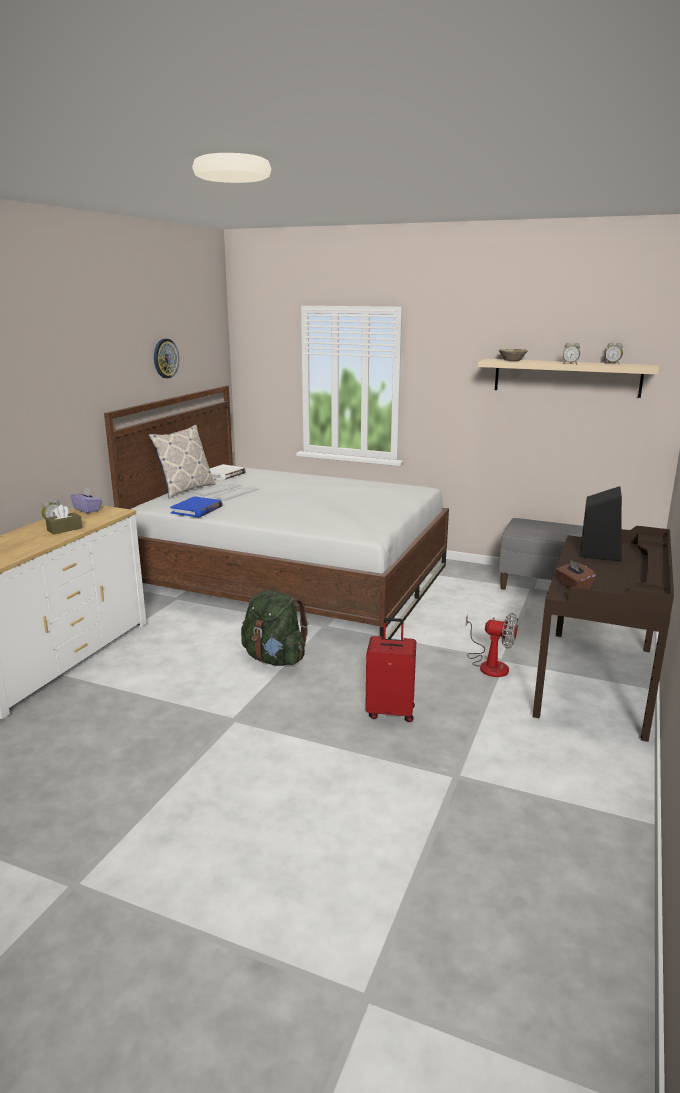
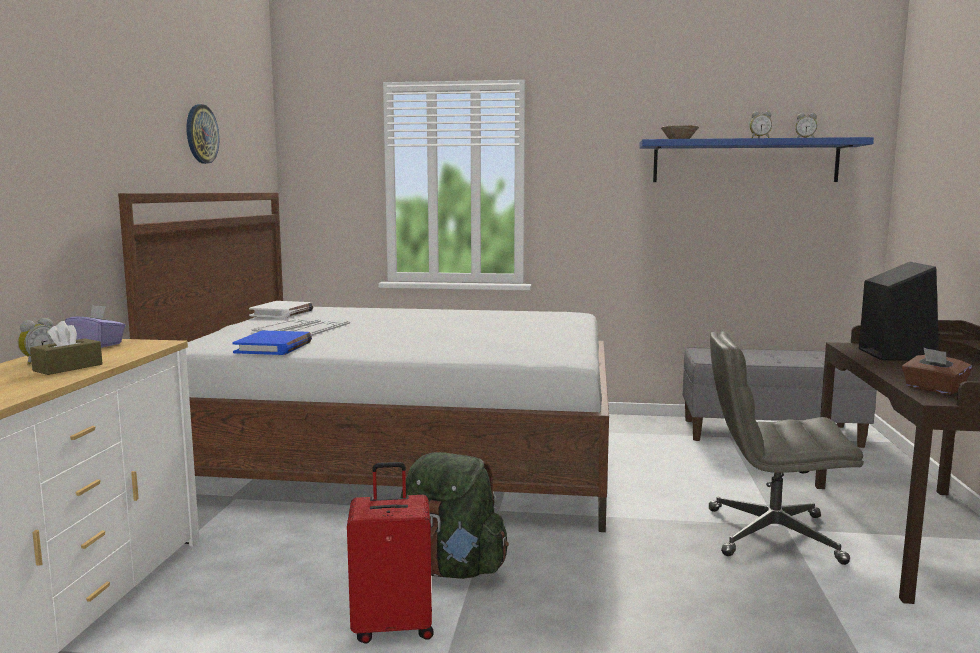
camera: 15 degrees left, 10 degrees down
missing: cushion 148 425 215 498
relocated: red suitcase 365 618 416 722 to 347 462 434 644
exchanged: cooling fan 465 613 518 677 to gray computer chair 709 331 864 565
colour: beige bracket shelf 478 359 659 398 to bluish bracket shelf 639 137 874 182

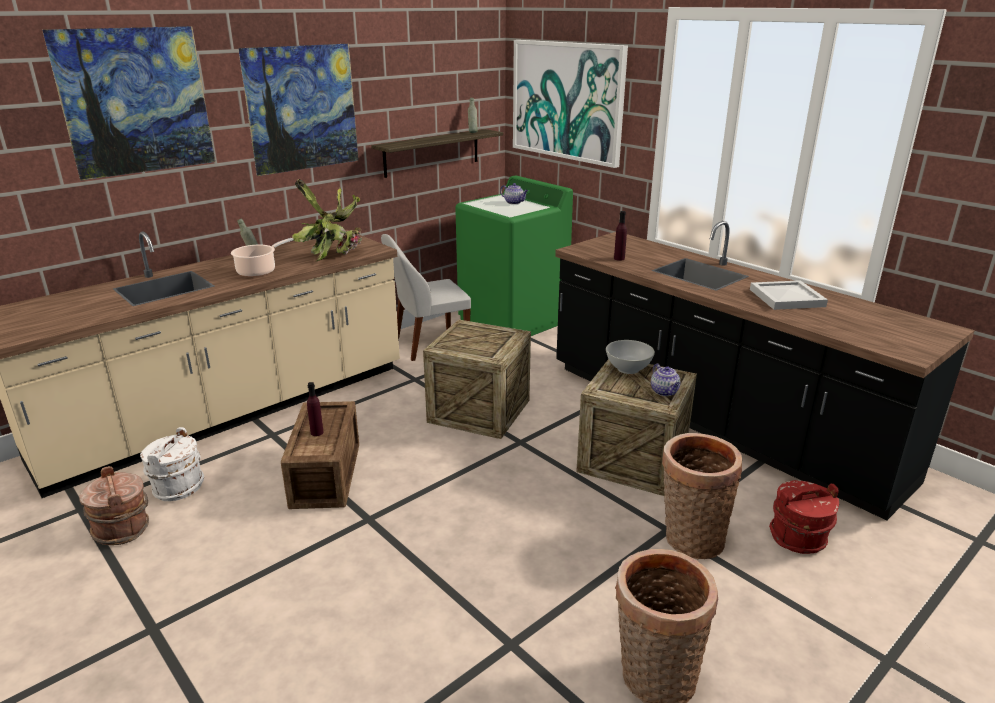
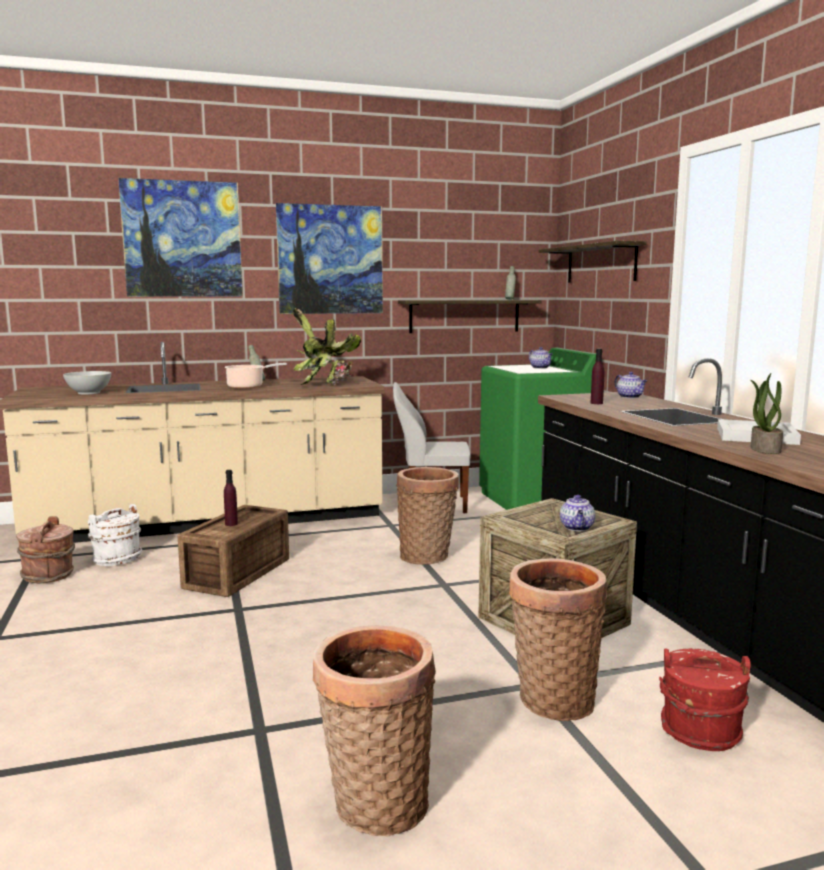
camera: 25 degrees right, 15 degrees down
appeared: pot for tea 615 372 647 398; potted plant 750 373 783 454
relocated: whitish bowl 606 340 655 374 to 63 371 111 395
exchanged: packing crate 423 320 531 439 to basket 396 467 459 565; picture 513 40 628 168 to bracket shelf 539 241 647 282

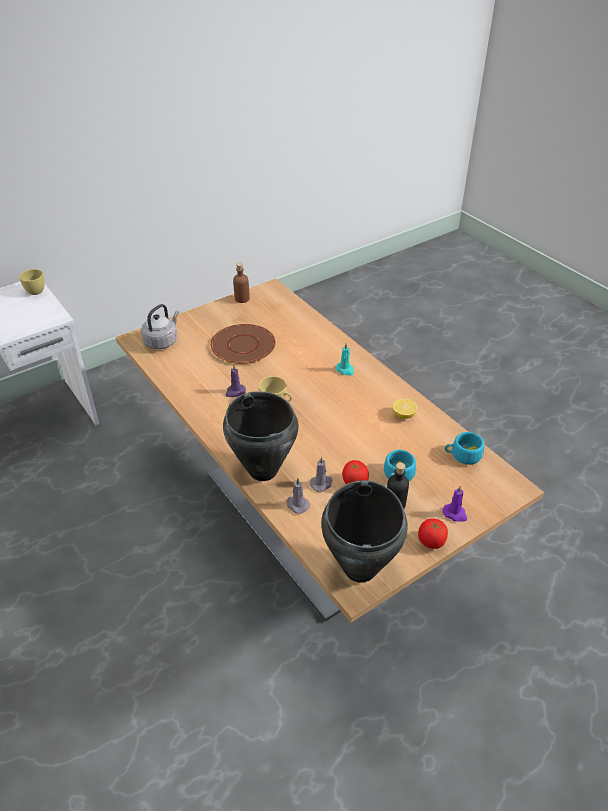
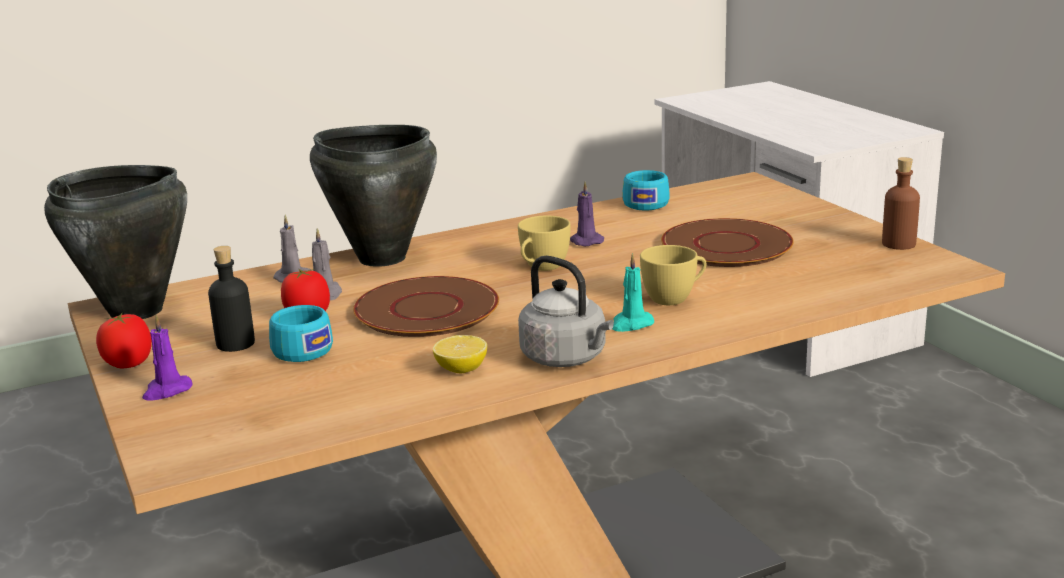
camera: 100 degrees right, 20 degrees down
appeared: brown-coloured flat dish 353 276 499 337
relocated: gray water kettle 141 304 179 349 to 518 256 614 367; turquoise-coloured small cup 445 432 484 465 to 623 170 670 211; yellow small cup 19 269 45 295 to 640 245 706 305

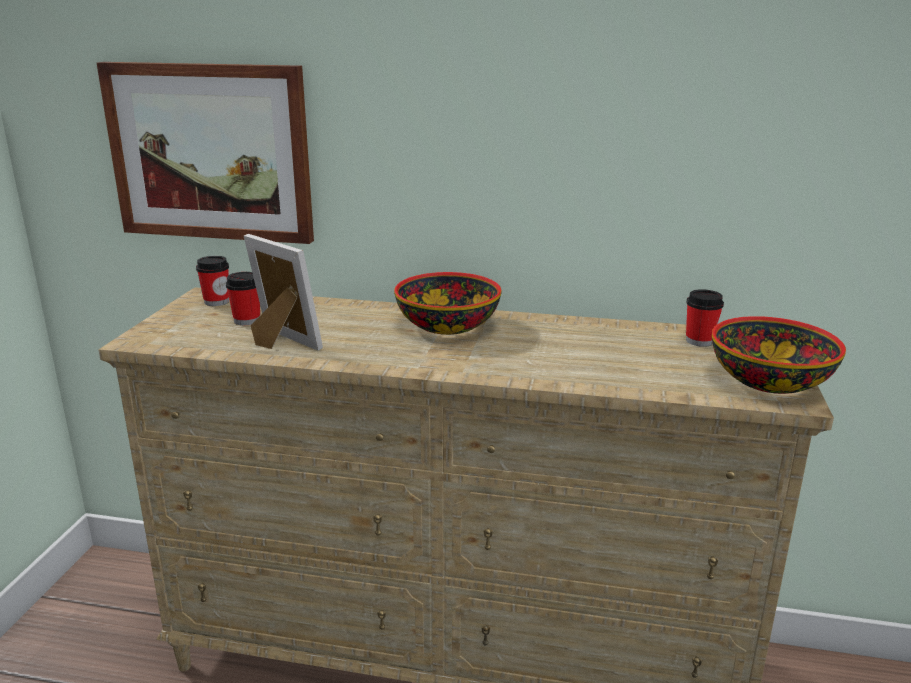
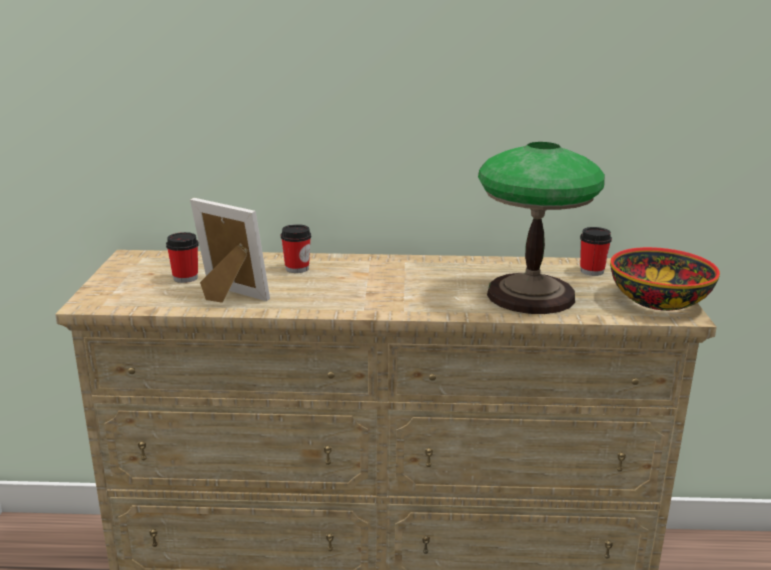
camera: 10 degrees left, 0 degrees up
missing: picture 97 62 314 244; bowl 394 272 501 335
appeared: lamp for a table 478 142 605 314
relocated: small cup 196 256 229 306 to 281 224 311 273

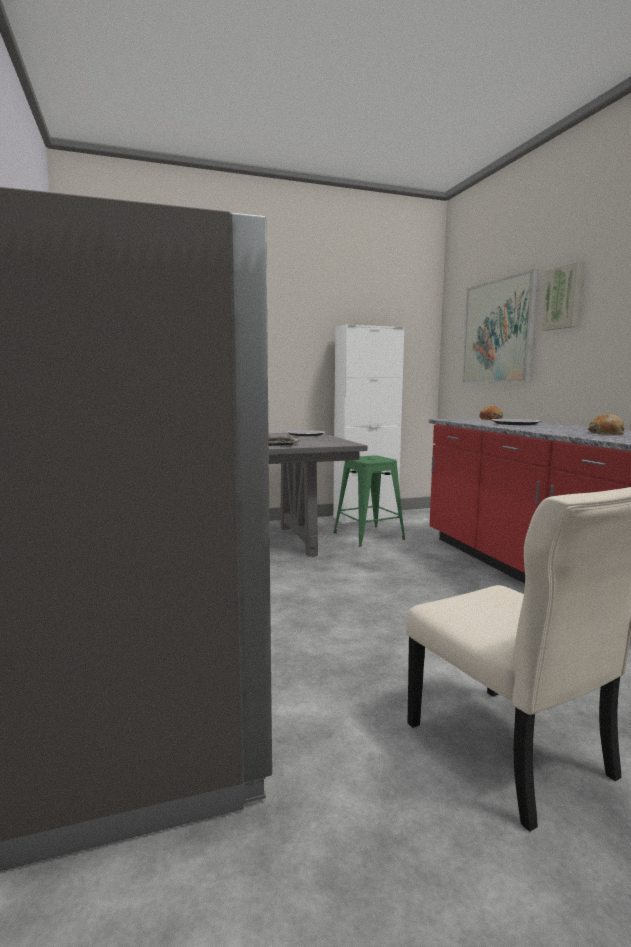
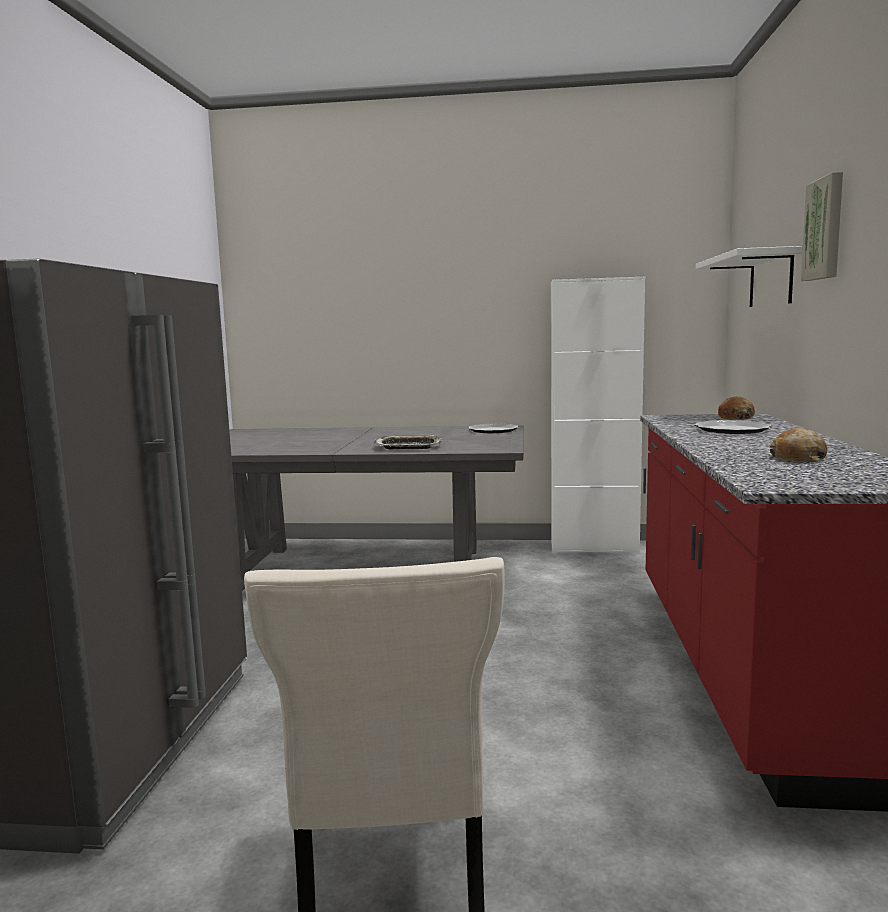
camera: 25 degrees right, 0 degrees up
missing: greenish stool seat 334 455 405 547
exchanged: picture 462 269 538 383 to whitish bracket shelf 696 246 802 307

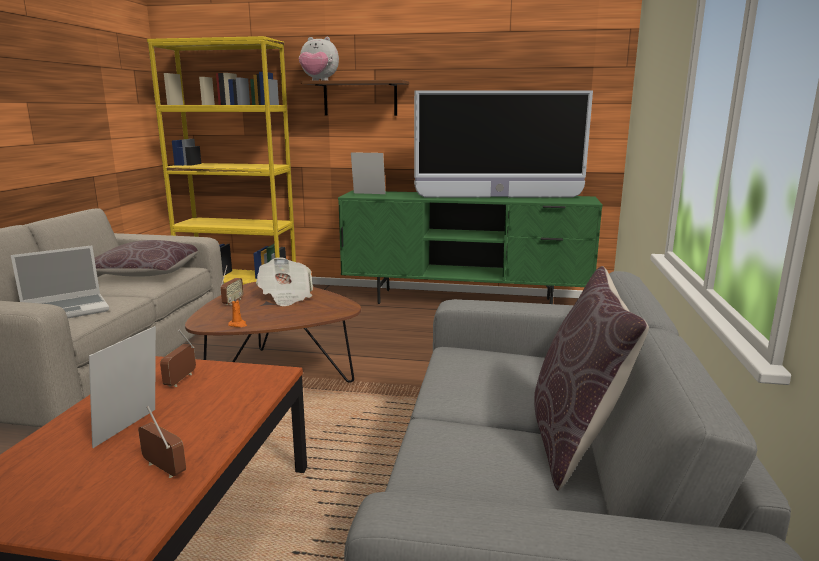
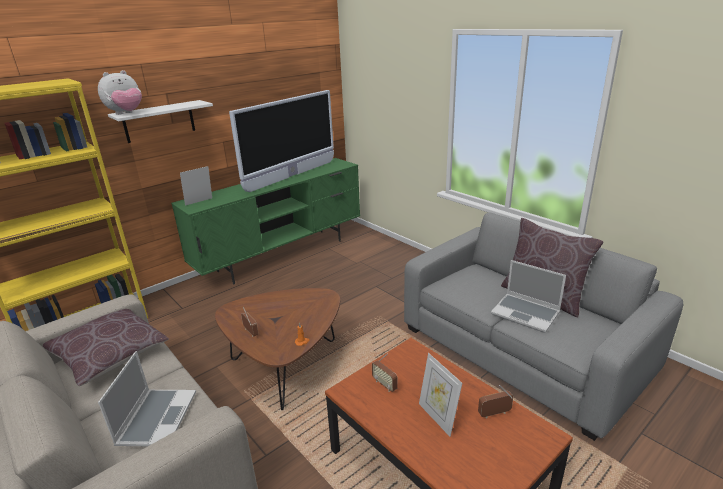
camera: 50 degrees left, 10 degrees up
missing: daily paper 256 257 313 306
appeared: laptop 491 260 566 333
colour: brown-coloured bracket shelf 301 80 409 116 to whitish bracket shelf 108 100 213 143

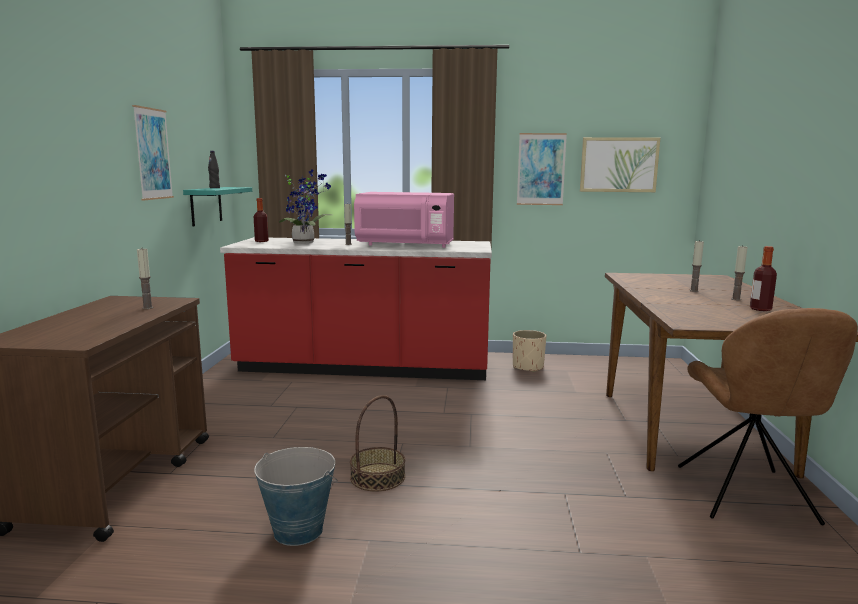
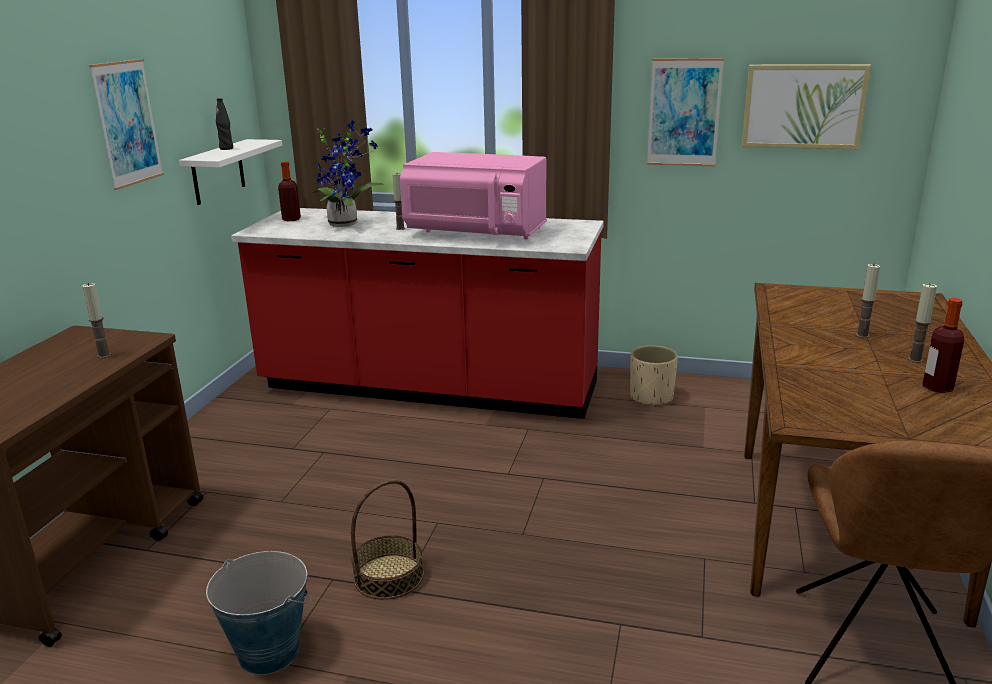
camera: 10 degrees right, 10 degrees up
colour: turquoise-coloured bracket shelf 183 187 252 226 to whitish bracket shelf 179 139 282 205

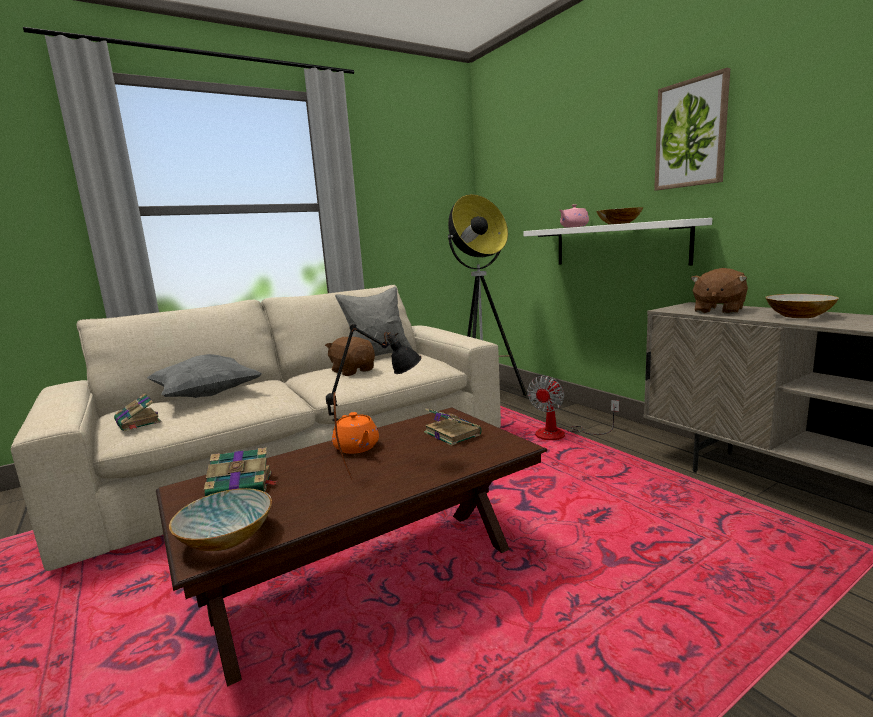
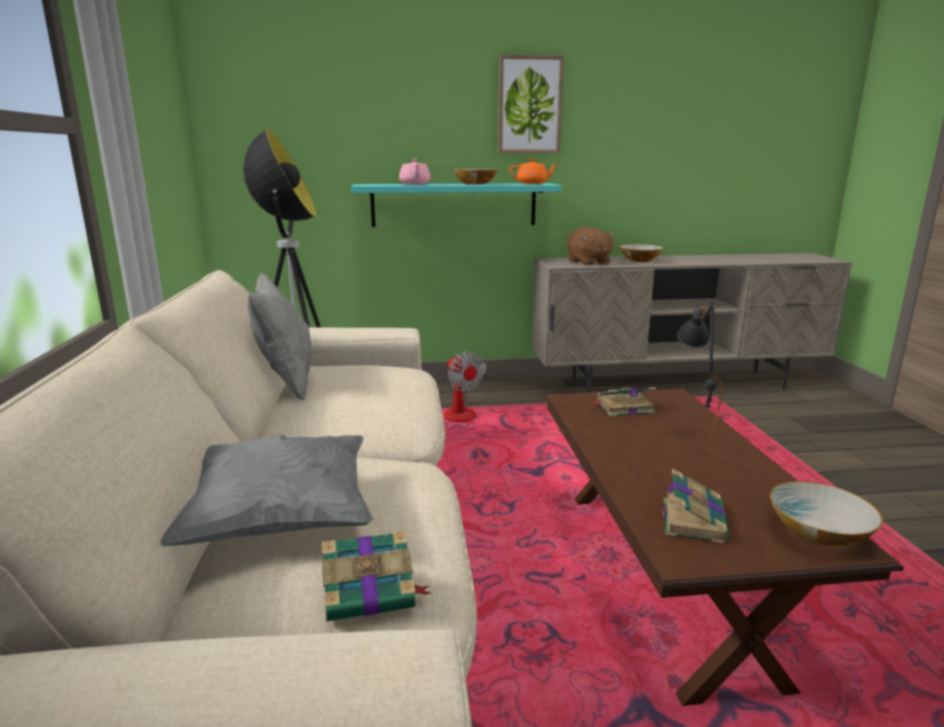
camera: 65 degrees left, 5 degrees up
missing: brown-coloured cuddly toy 325 337 375 376
relocated: orangey pot for tea 332 412 379 454 to 509 158 558 184
colour: whitish bracket shelf 523 218 712 265 to turquoise-coloured bracket shelf 351 183 561 227

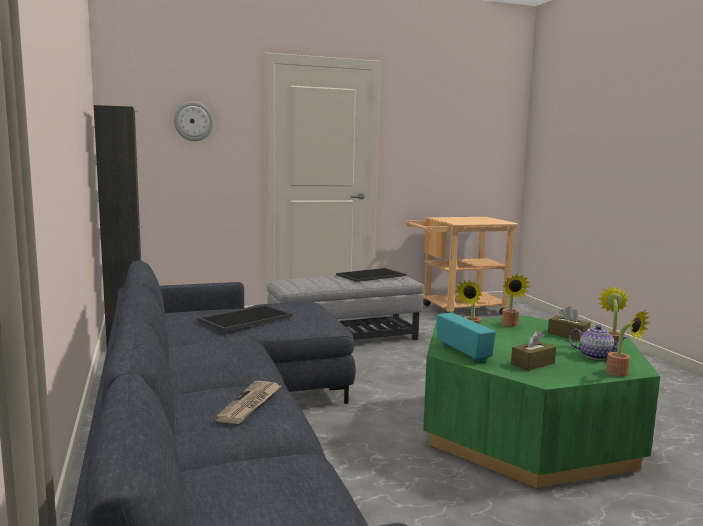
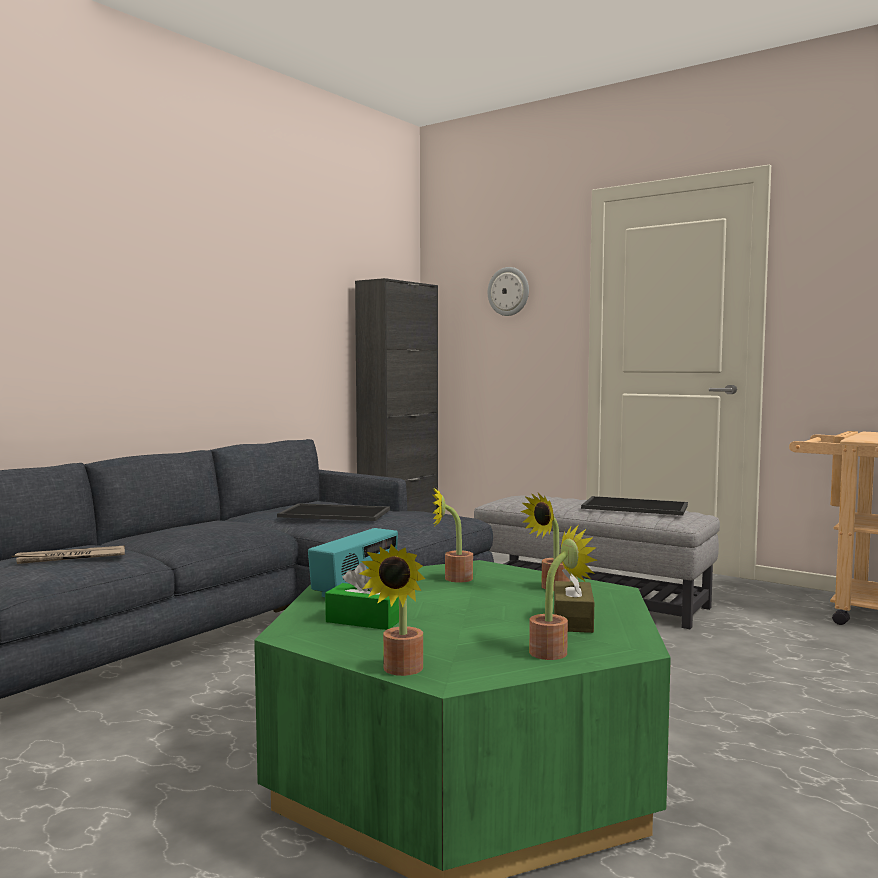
camera: 55 degrees right, 5 degrees down
missing: pot for tea 569 325 628 360
colour: brown-coloured tissue holder 511 330 556 371 to greenish tissue holder 325 563 399 630

